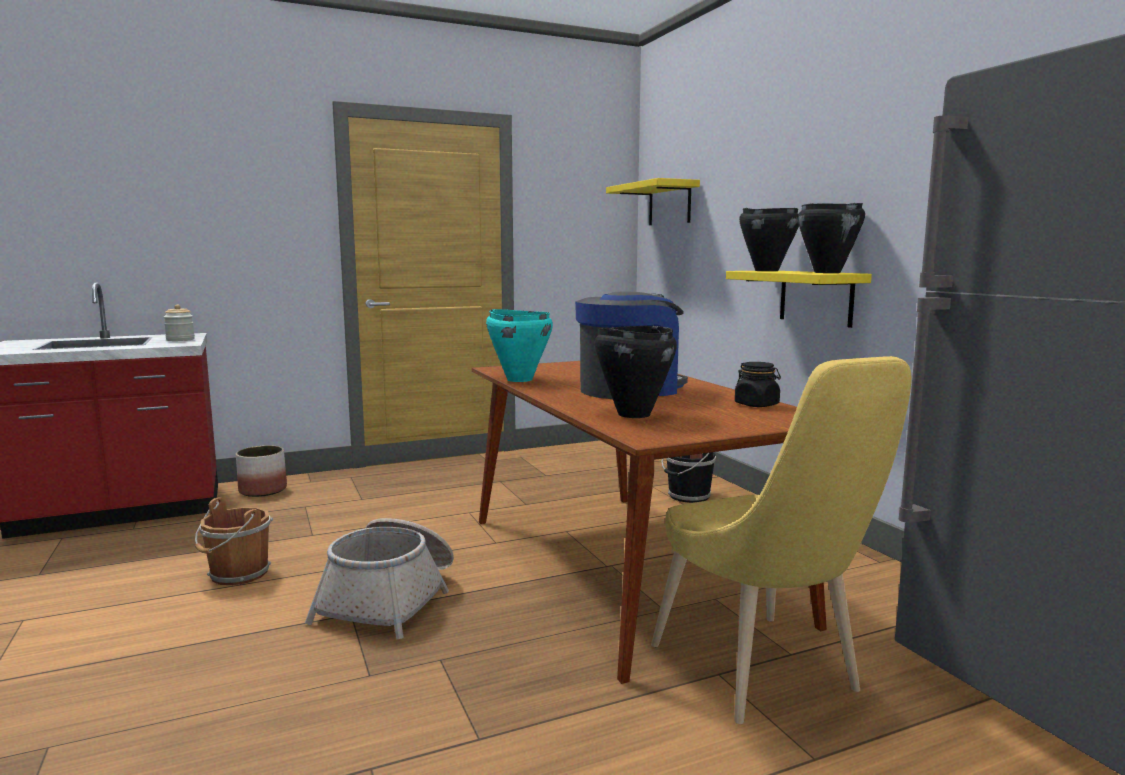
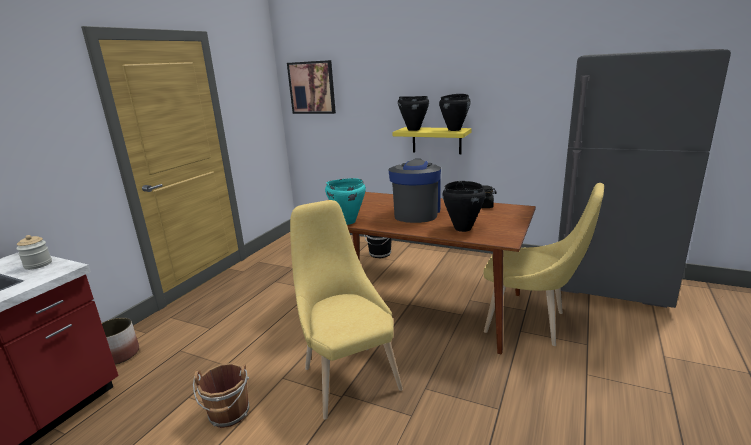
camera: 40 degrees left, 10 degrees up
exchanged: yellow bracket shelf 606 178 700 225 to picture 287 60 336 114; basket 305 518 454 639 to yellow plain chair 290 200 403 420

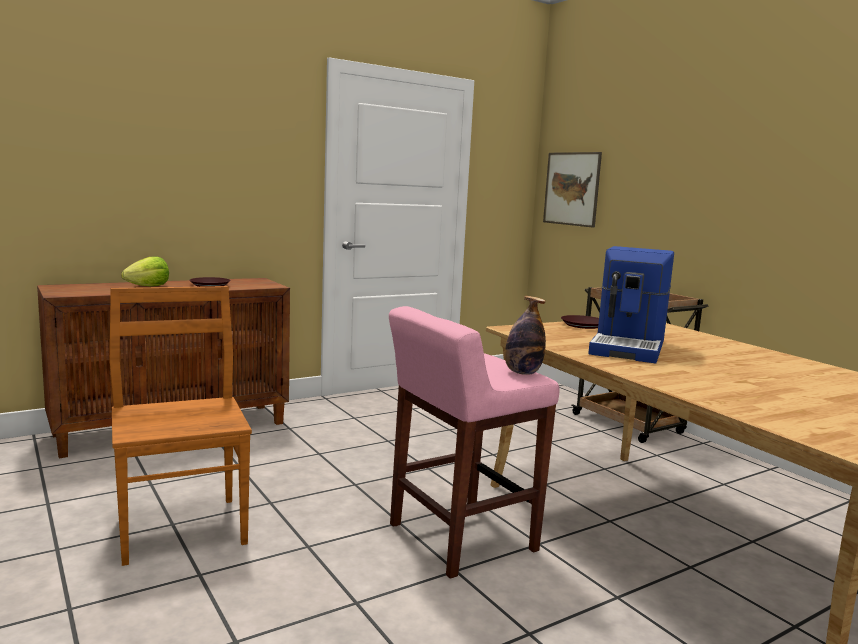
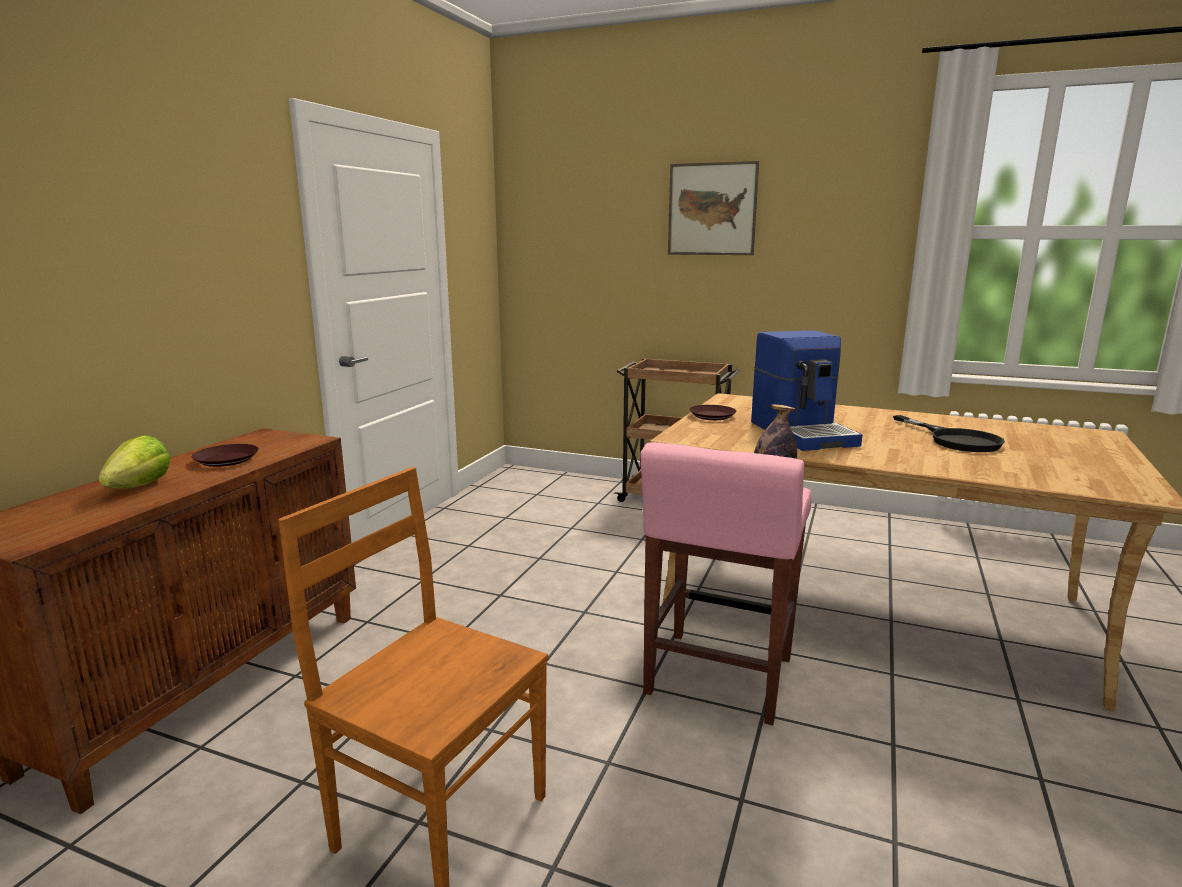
camera: 35 degrees left, 5 degrees up
appeared: blackish skillet 893 415 1005 452
relocated: picture 543 152 602 228 to 668 161 759 255

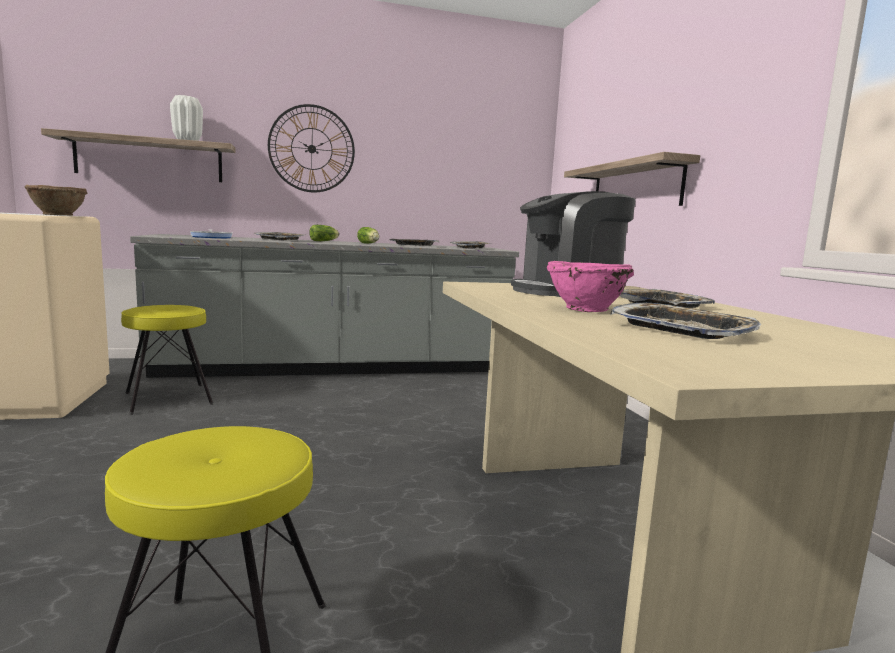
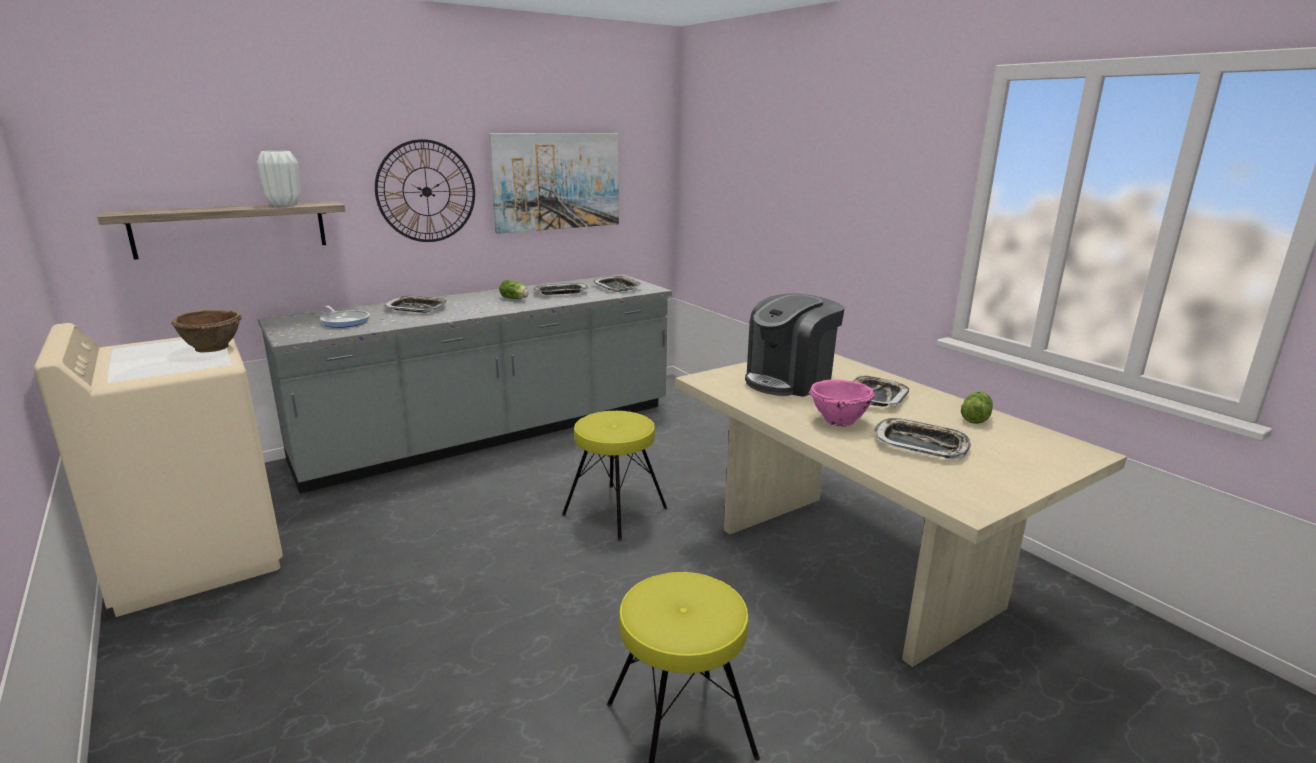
camera: 20 degrees left, 10 degrees up
missing: bracket shelf 564 152 700 206
appeared: picture 489 133 619 234
relocated: yellow stool seat 121 305 213 415 to 562 411 668 541; lettuce head 309 225 339 241 to 961 392 993 424

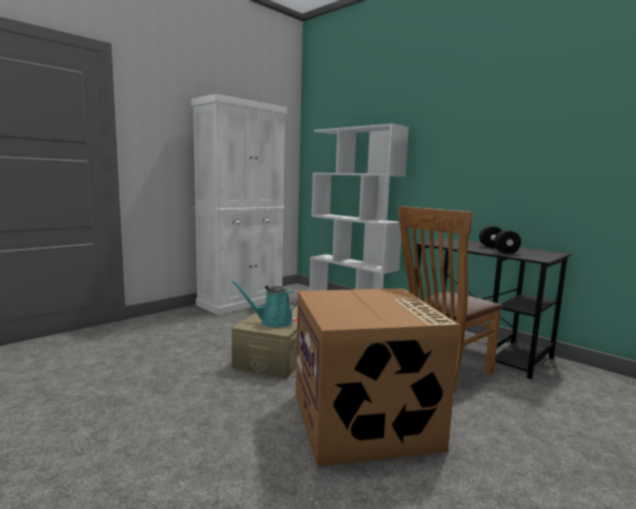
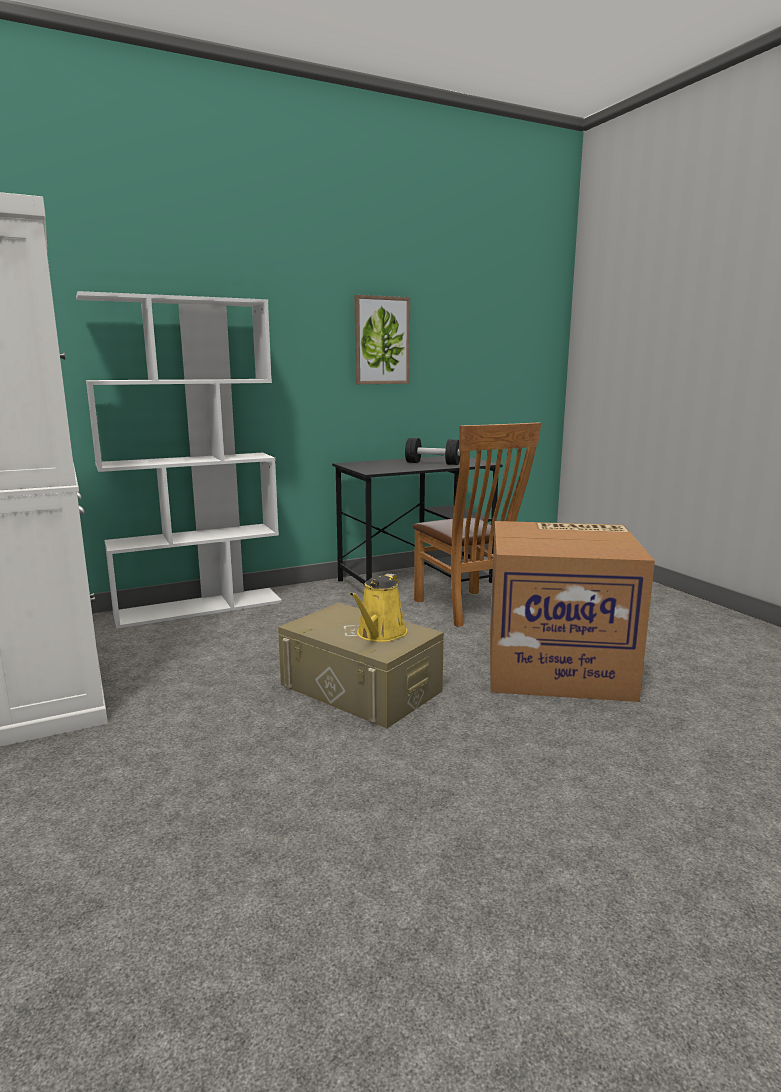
camera: 70 degrees left, 5 degrees up
appeared: picture 354 295 410 384
colour: turquoise-coloured watering pot 232 281 298 327 to yellow watering pot 350 574 408 642

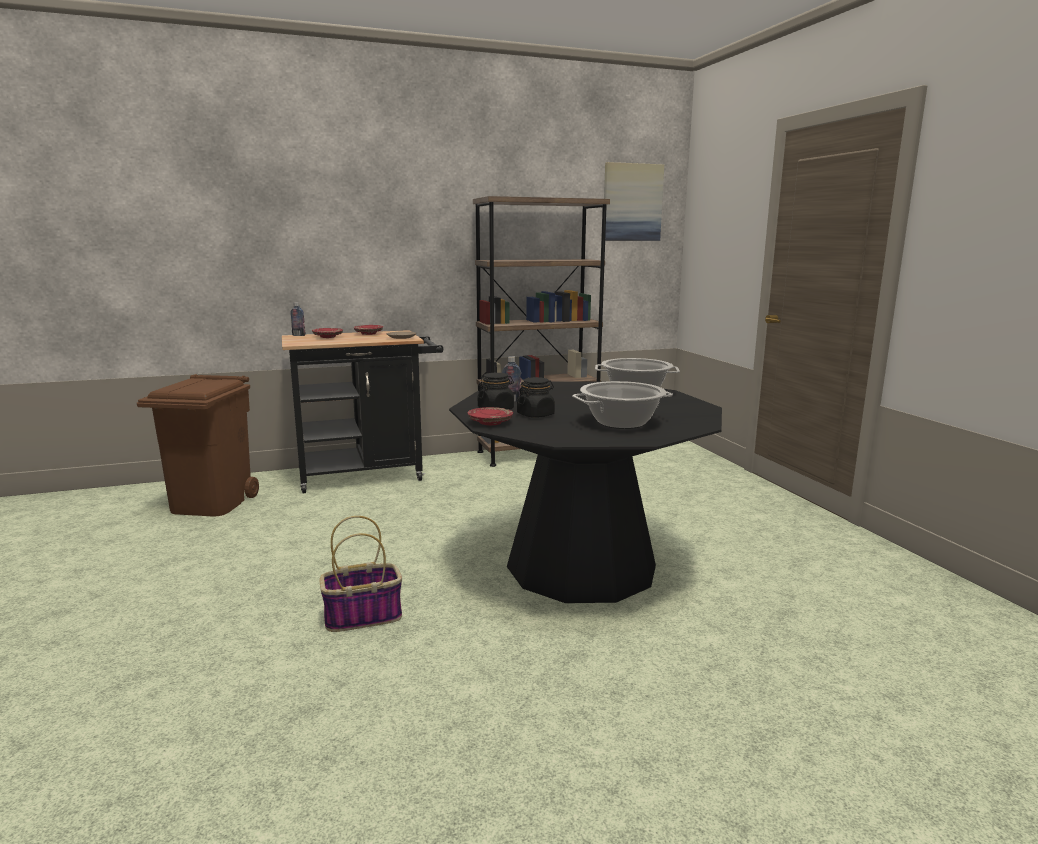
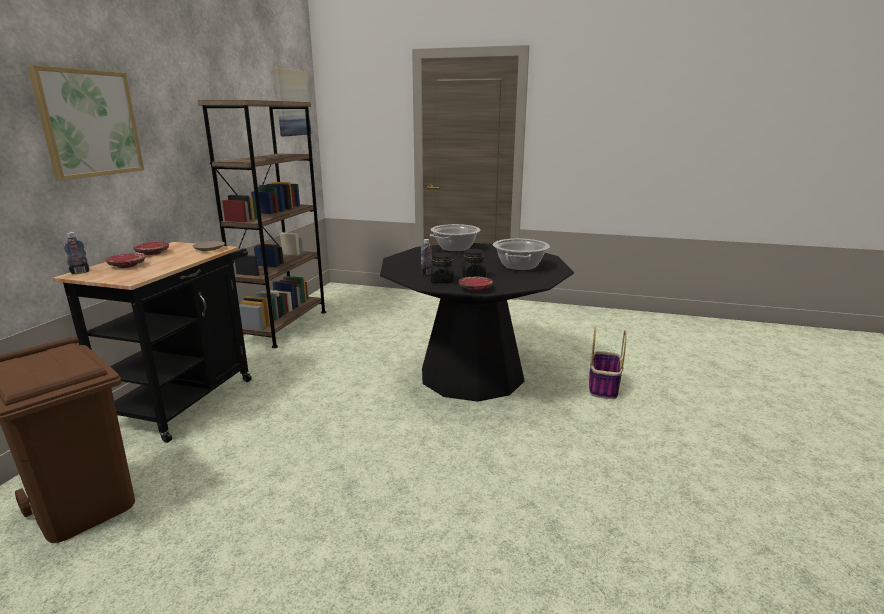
camera: 55 degrees left, 5 degrees up
appeared: picture 28 65 144 180
relocated: basket 319 516 402 632 to 589 326 627 399

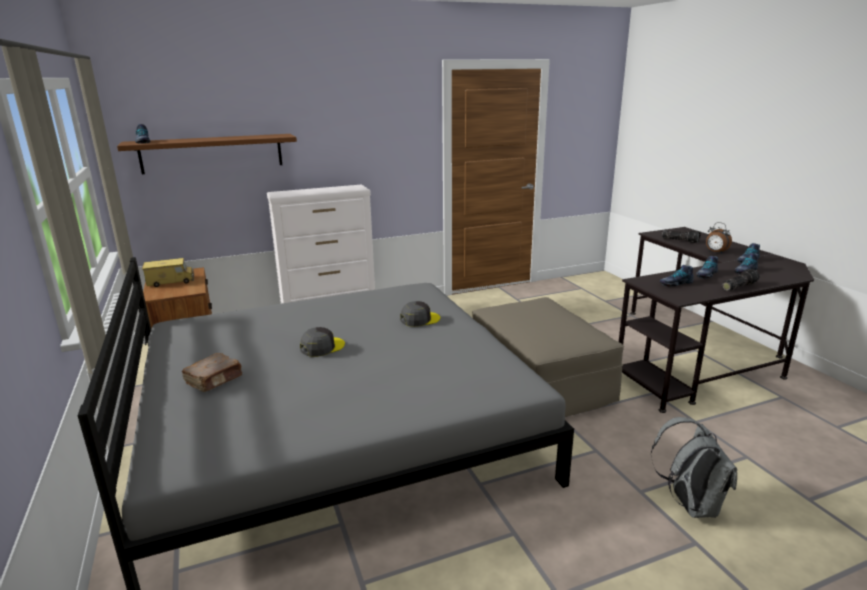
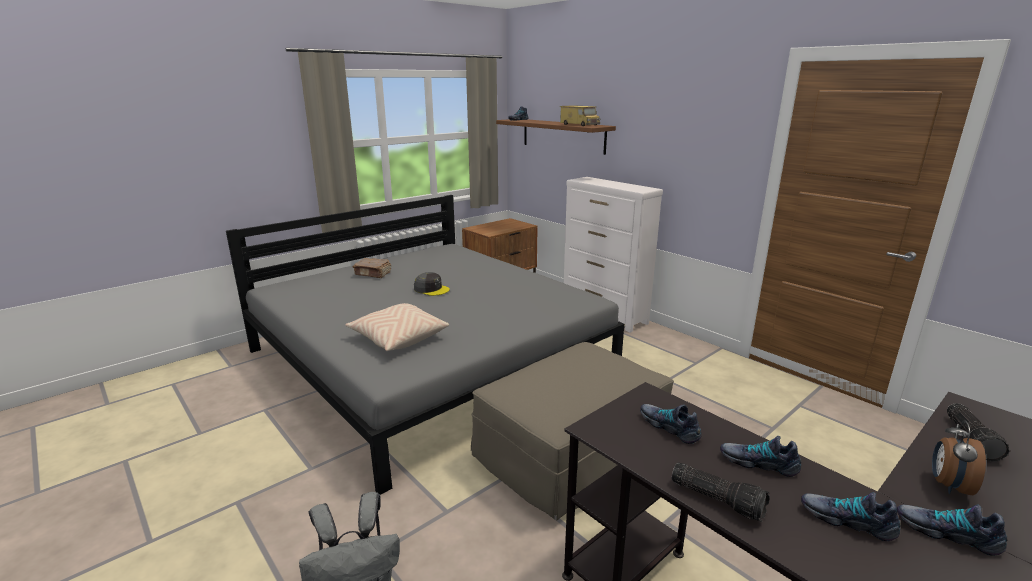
camera: 70 degrees right, 0 degrees up
missing: gray cap 400 301 440 327
appeared: beige cushion 345 303 449 351
relocated: model truck 142 258 194 287 to 560 105 600 126

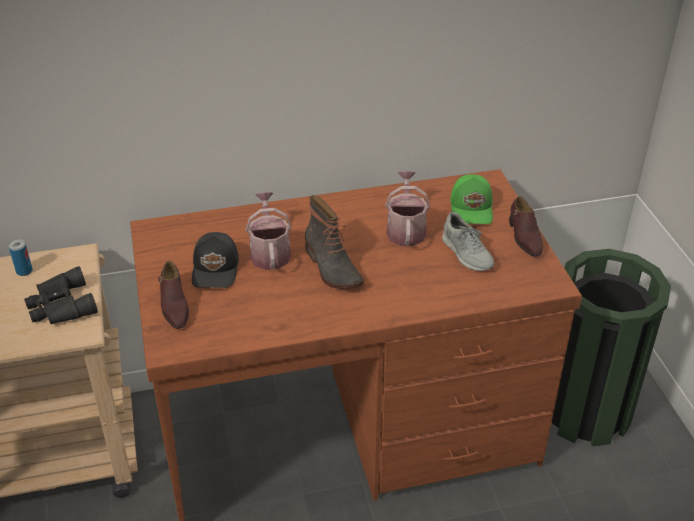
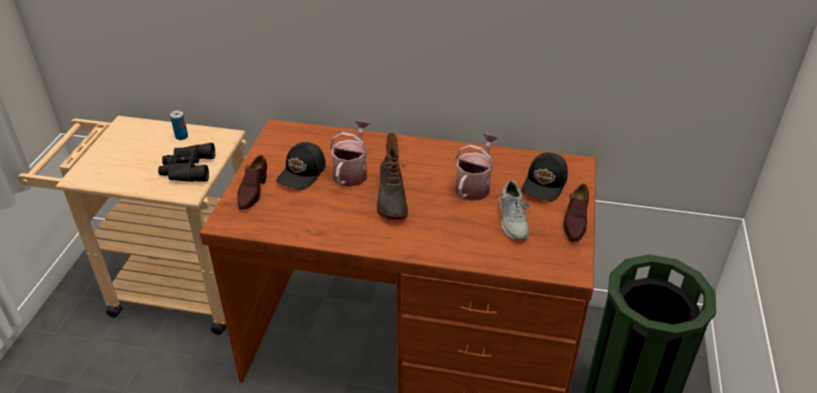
camera: 25 degrees right, 0 degrees up
colour: greenish cap 450 174 493 224 to blackish cap 522 152 568 201

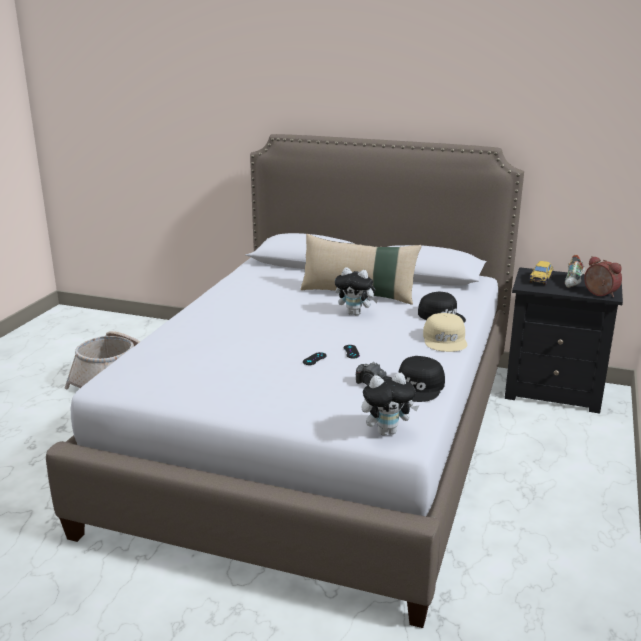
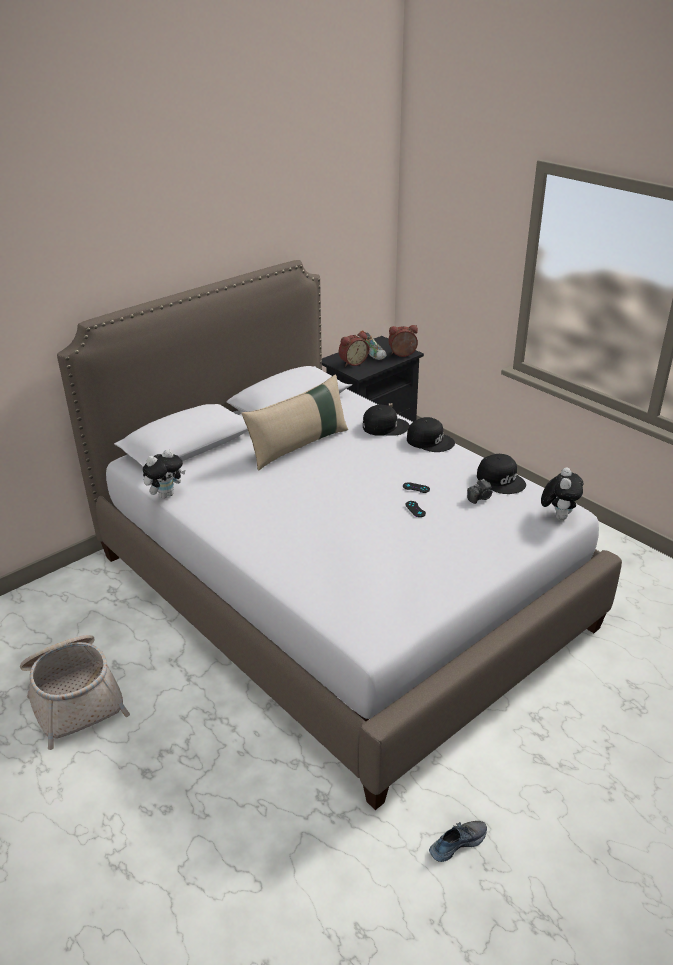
camera: 60 degrees left, 10 degrees up
appeared: item of footwear 429 821 487 862
relocated: cuddly toy 335 267 378 316 to 143 449 185 499
exchanged: toy car 529 261 553 285 to bedside clock 339 332 369 367
colour: beige cap 423 313 467 352 to blackish cap 407 417 455 452

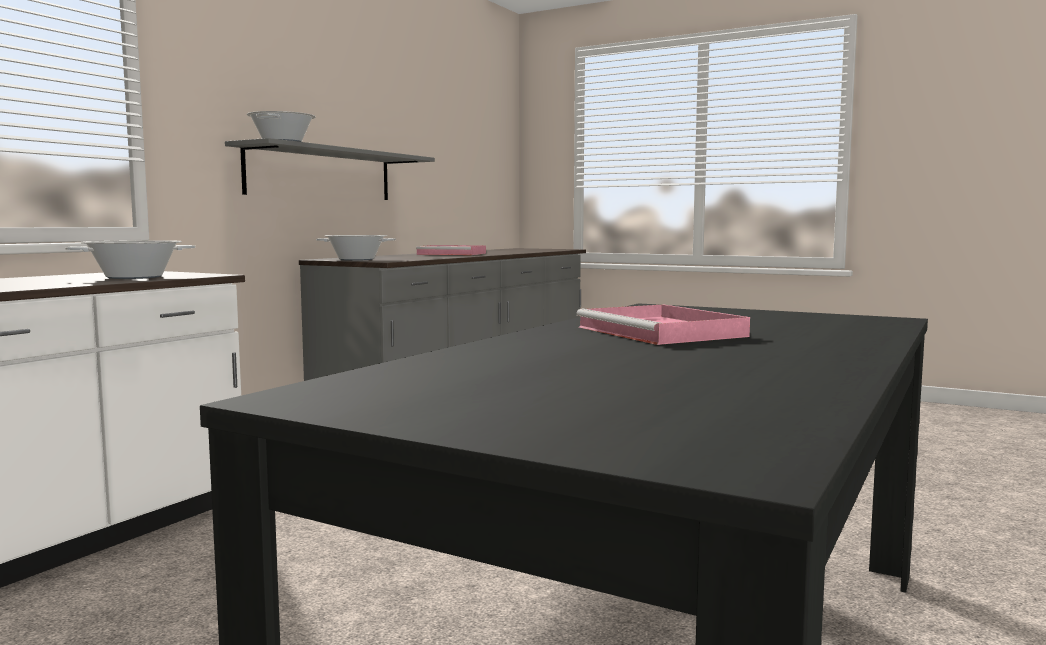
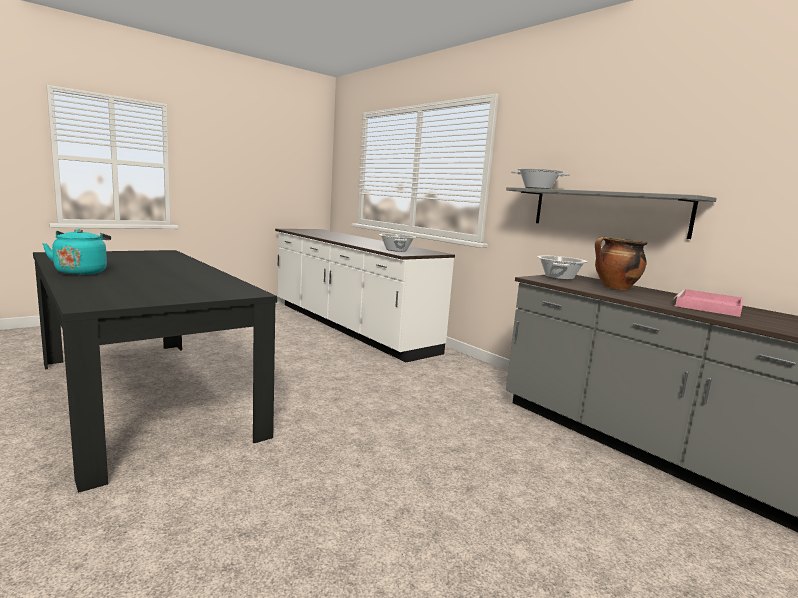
camera: 110 degrees right, 5 degrees up
missing: pink carrying tray 576 304 750 345
appeared: turquoise-coloured water kettle 42 229 111 275; stockpot 595 237 647 290

